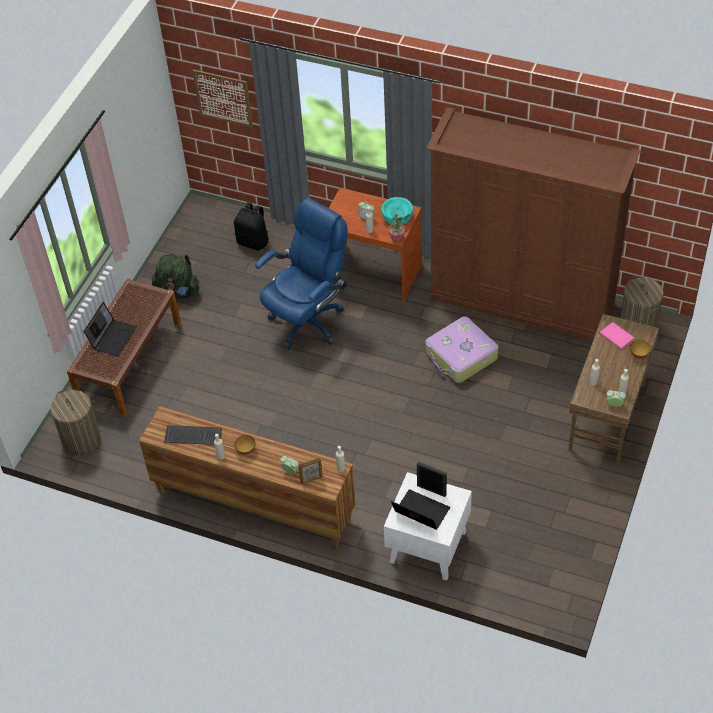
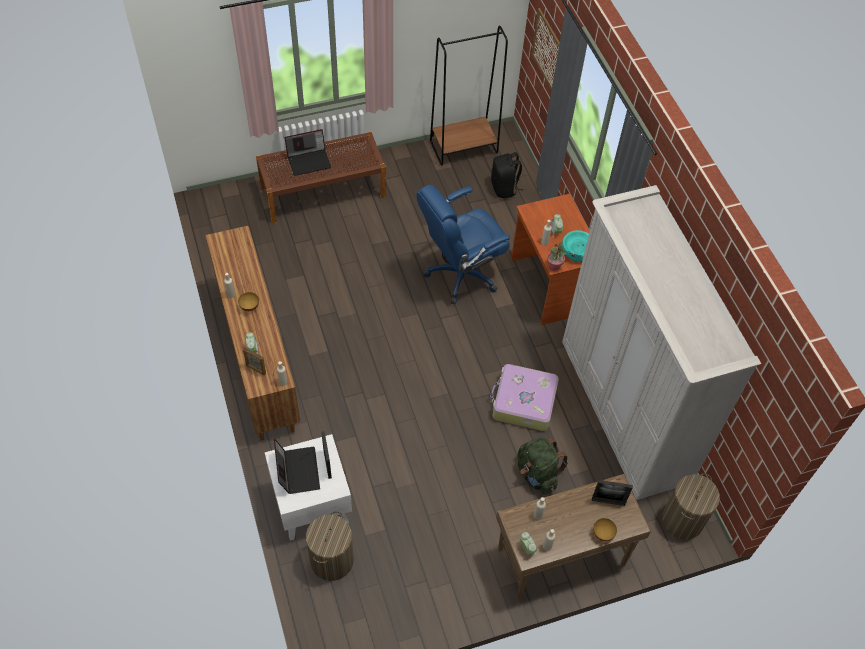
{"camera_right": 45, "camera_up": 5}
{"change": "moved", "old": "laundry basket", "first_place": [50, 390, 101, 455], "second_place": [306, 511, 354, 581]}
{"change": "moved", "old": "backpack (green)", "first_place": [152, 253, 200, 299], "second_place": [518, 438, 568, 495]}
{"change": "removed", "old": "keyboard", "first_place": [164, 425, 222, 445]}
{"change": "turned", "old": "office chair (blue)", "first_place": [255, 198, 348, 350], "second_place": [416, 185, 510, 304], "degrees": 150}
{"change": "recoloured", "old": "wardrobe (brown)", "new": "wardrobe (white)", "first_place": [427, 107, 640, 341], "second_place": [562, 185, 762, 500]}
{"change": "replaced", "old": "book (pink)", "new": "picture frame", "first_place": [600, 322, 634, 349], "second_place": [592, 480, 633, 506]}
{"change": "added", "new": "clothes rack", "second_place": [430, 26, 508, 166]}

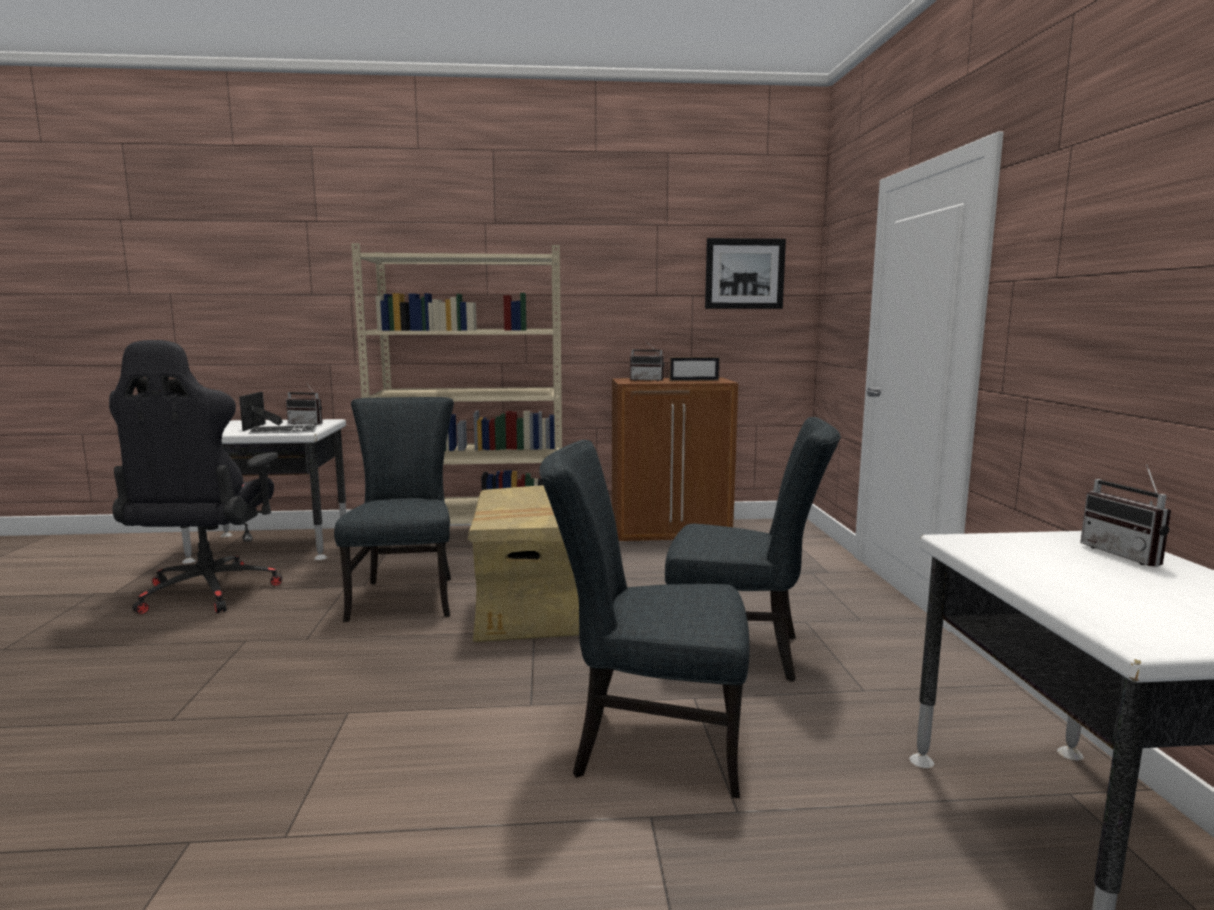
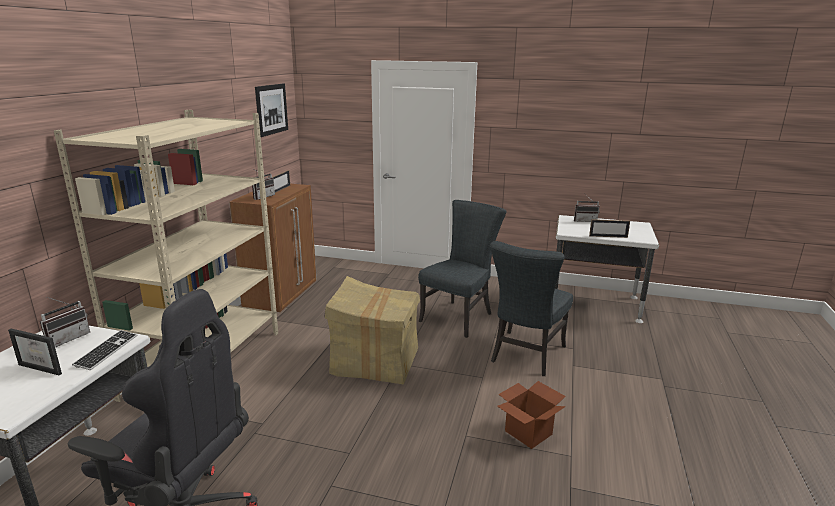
{"camera_right": -70, "camera_up": 10}
{"change": "removed", "old": "chair (grey)", "first_place": [334, 397, 454, 622]}
{"change": "added", "new": "cardboard box", "second_place": [497, 381, 566, 449]}
{"change": "added", "new": "picture frame", "second_place": [589, 219, 630, 238]}

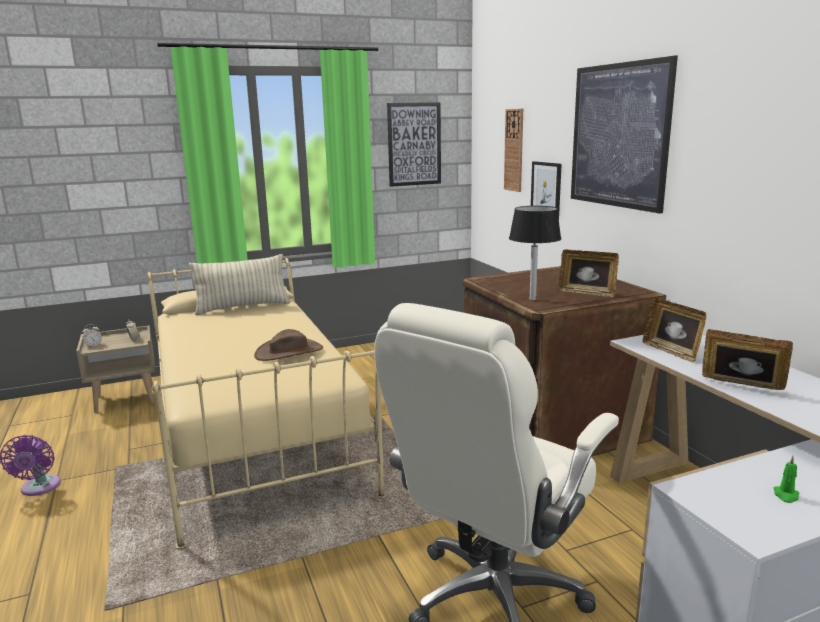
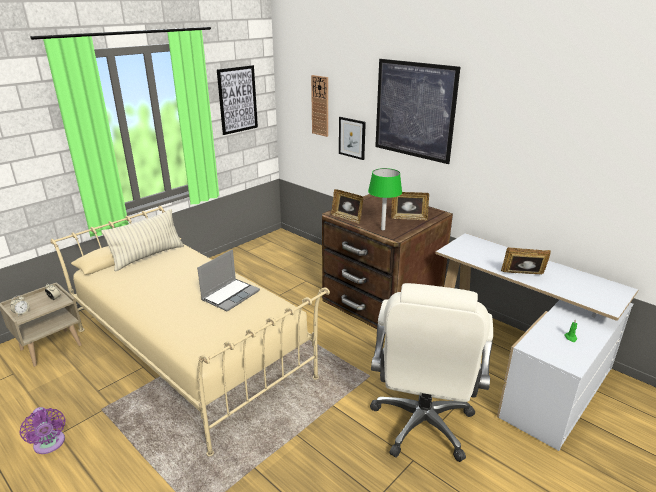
{"camera_right": -25, "camera_up": 10}
{"change": "replaced", "old": "hat (brown)", "new": "laptop", "first_place": [254, 329, 323, 361], "second_place": [197, 249, 260, 312]}
{"change": "recoloured", "old": "table lamp (black)", "new": "table lamp (green)", "first_place": [509, 206, 561, 300], "second_place": [368, 168, 402, 231]}
{"change": "moved", "old": "picture frame", "first_place": [642, 298, 706, 363], "second_place": [331, 189, 363, 224]}

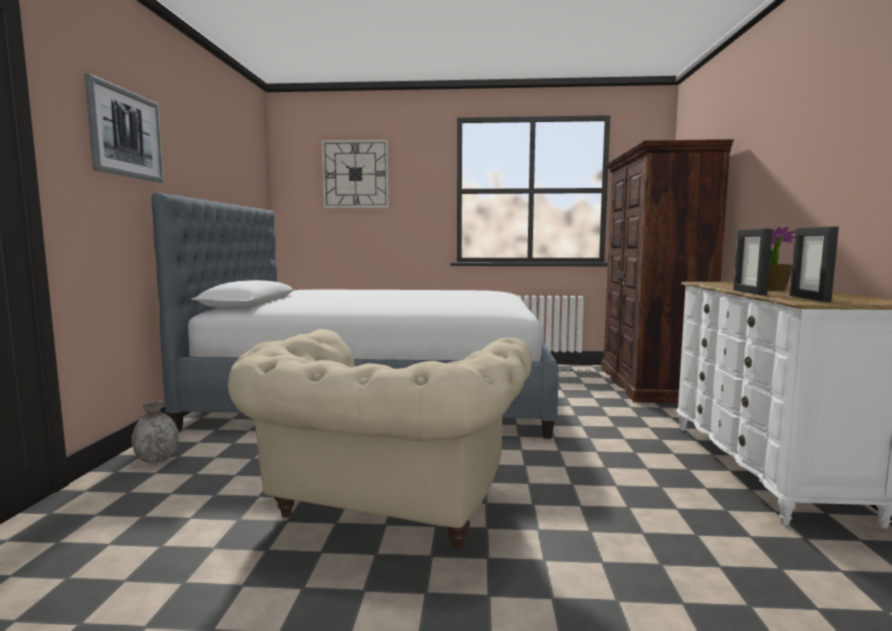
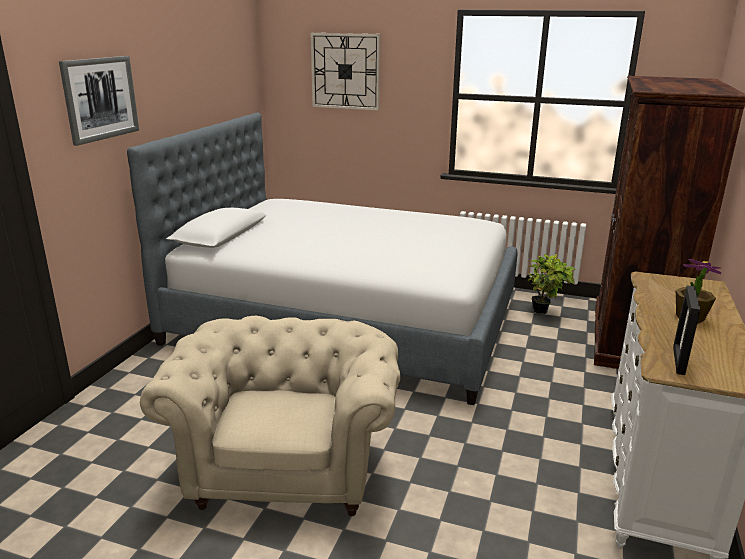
{"camera_right": 15, "camera_up": 15}
{"change": "removed", "old": "vase (grey)", "first_place": [132, 401, 179, 463]}
{"change": "turned", "old": "armchair (beige)", "first_place": [228, 329, 532, 549], "second_place": [140, 316, 401, 516], "degrees": 150}
{"change": "removed", "old": "picture frame", "first_place": [733, 229, 773, 295]}
{"change": "added", "new": "potted plant", "second_place": [528, 254, 576, 314]}

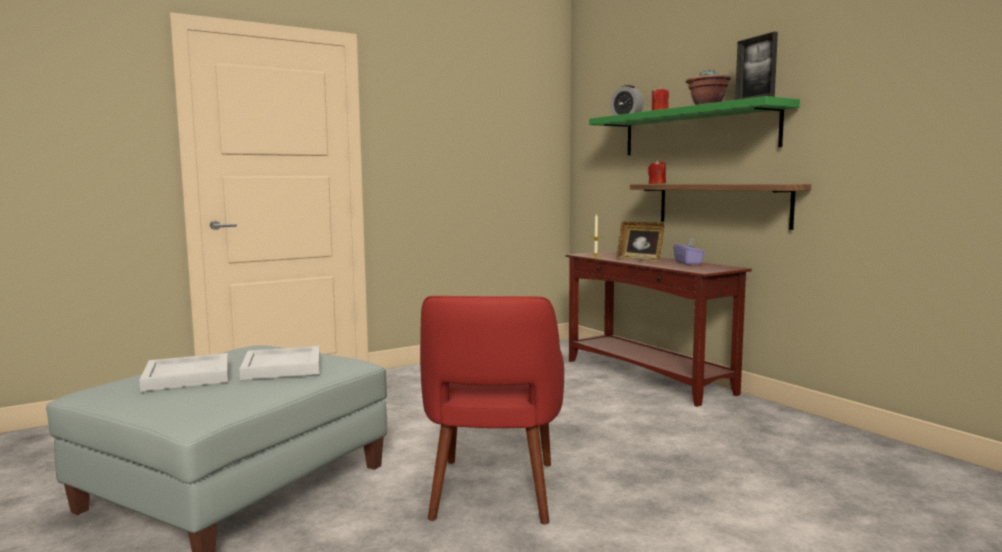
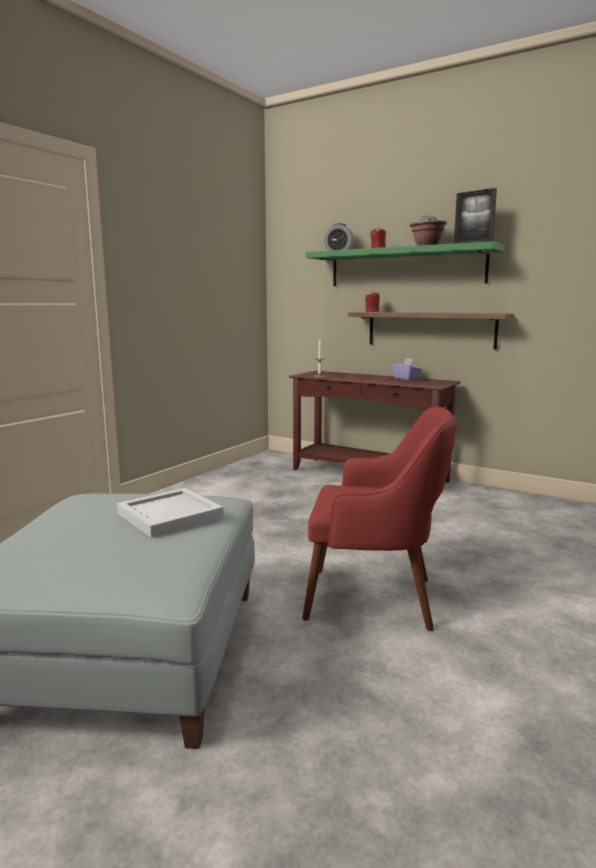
{"camera_right": -25, "camera_up": 5}
{"change": "removed", "old": "tray (white)", "first_place": [139, 353, 228, 391]}
{"change": "turned", "old": "armchair (red)", "first_place": [420, 296, 564, 524], "second_place": [302, 406, 456, 631], "degrees": -60}
{"change": "removed", "old": "picture frame", "first_place": [616, 221, 664, 262]}

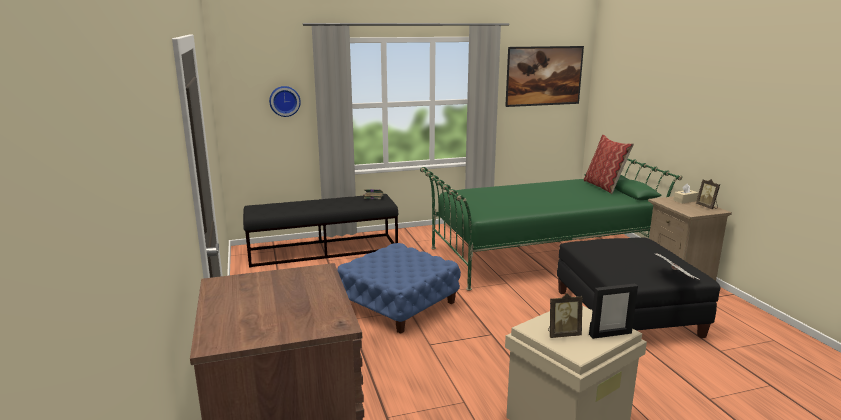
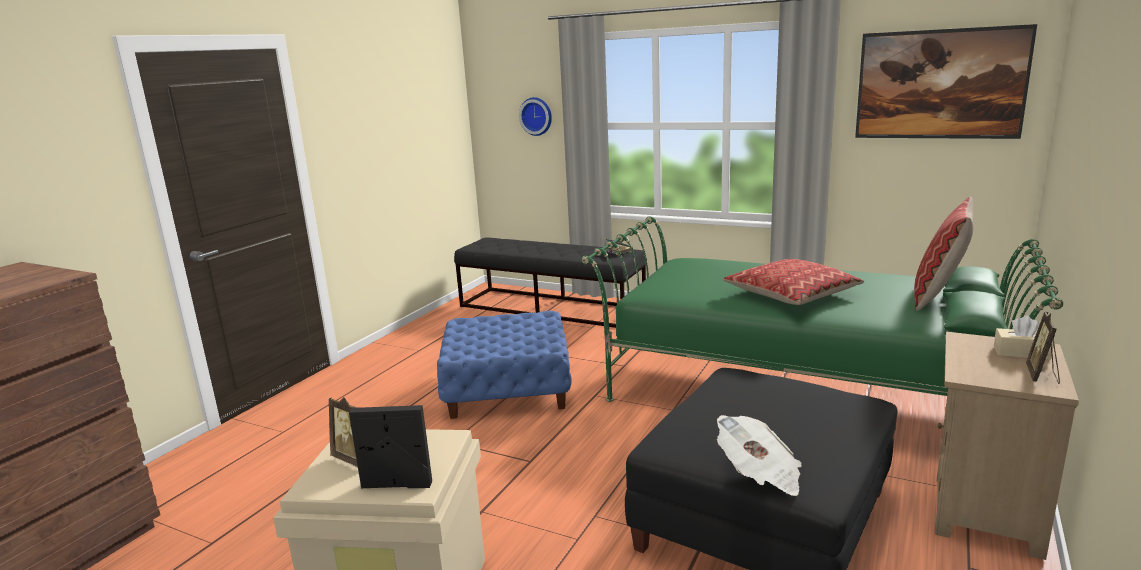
{"camera_right": 45, "camera_up": 0}
{"change": "turned", "old": "picture frame", "first_place": [589, 284, 638, 339], "second_place": [349, 405, 432, 488], "degrees": 150}
{"change": "added", "new": "pillow", "second_place": [722, 259, 864, 305]}

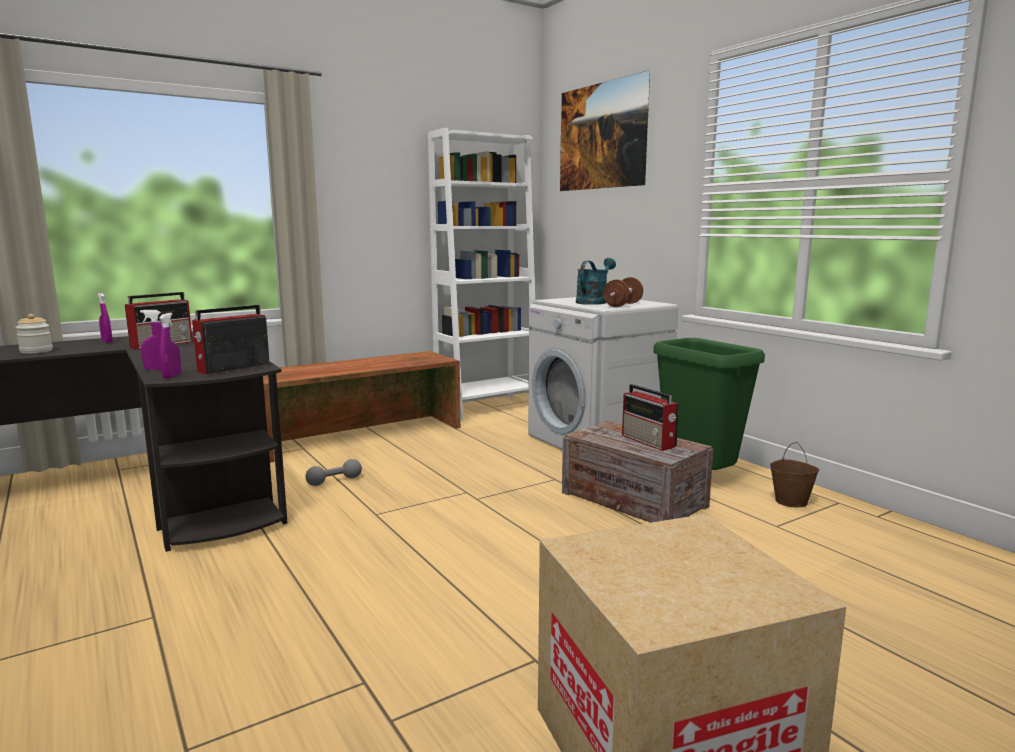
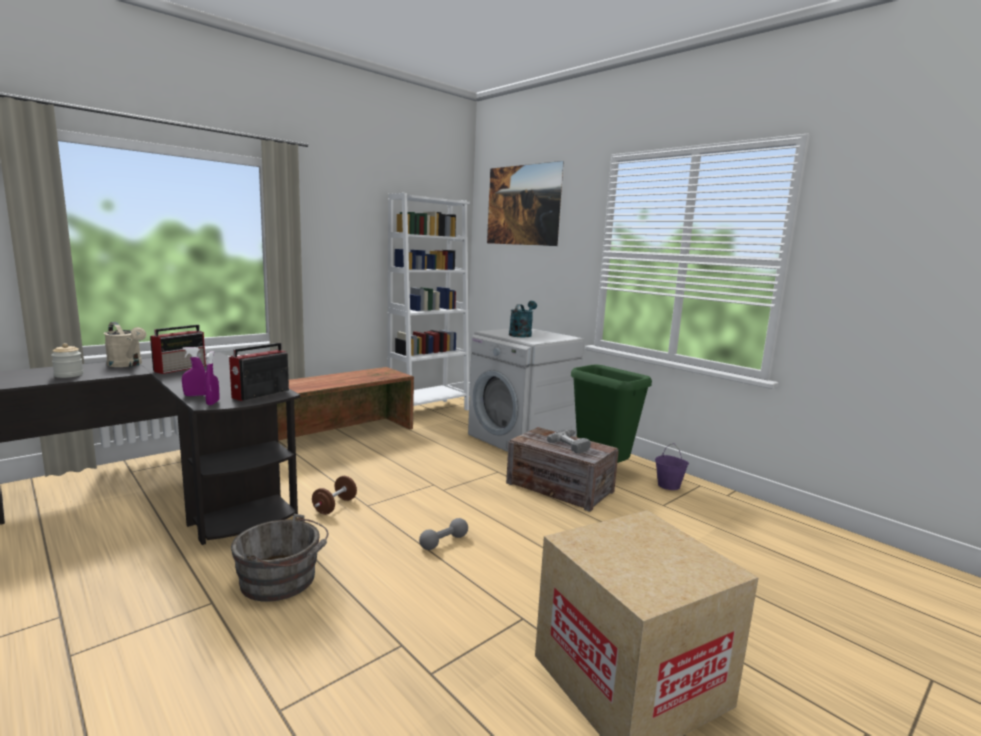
{"camera_right": -10, "camera_up": 0}
{"change": "replaced", "old": "spray bottle (purple)", "new": "watering can (beige)", "first_place": [98, 293, 113, 343], "second_place": [104, 322, 146, 367]}
{"change": "moved", "old": "dumbbell (grey)", "first_place": [305, 459, 362, 486], "second_place": [419, 518, 468, 550]}
{"change": "moved", "old": "dumbbell (brown)", "first_place": [603, 277, 643, 307], "second_place": [312, 476, 357, 515]}
{"change": "replaced", "old": "radio", "new": "power drill", "first_place": [622, 384, 679, 451], "second_place": [547, 430, 591, 454]}
{"change": "recoloured", "old": "bucket (brown)", "new": "bucket (purple)", "first_place": [770, 442, 819, 507], "second_place": [655, 443, 689, 490]}
{"change": "added", "new": "bucket (grey)", "second_place": [231, 514, 328, 602]}

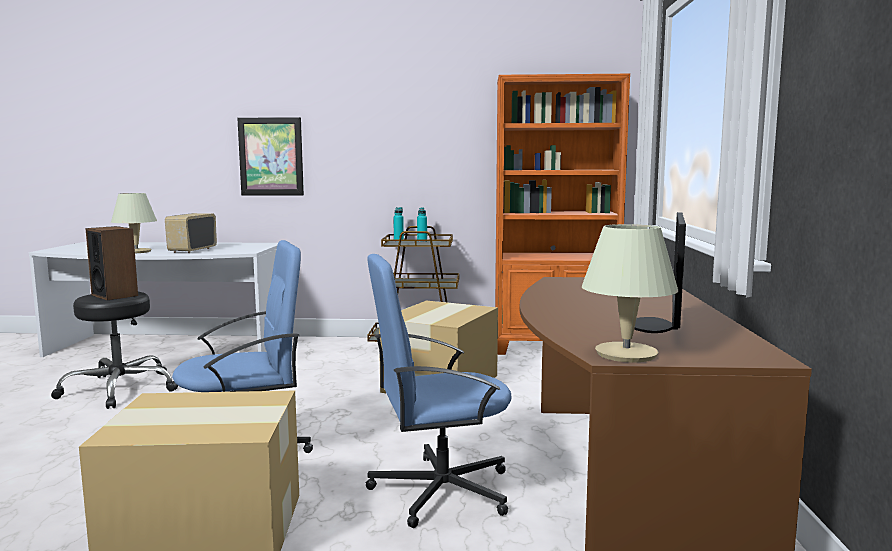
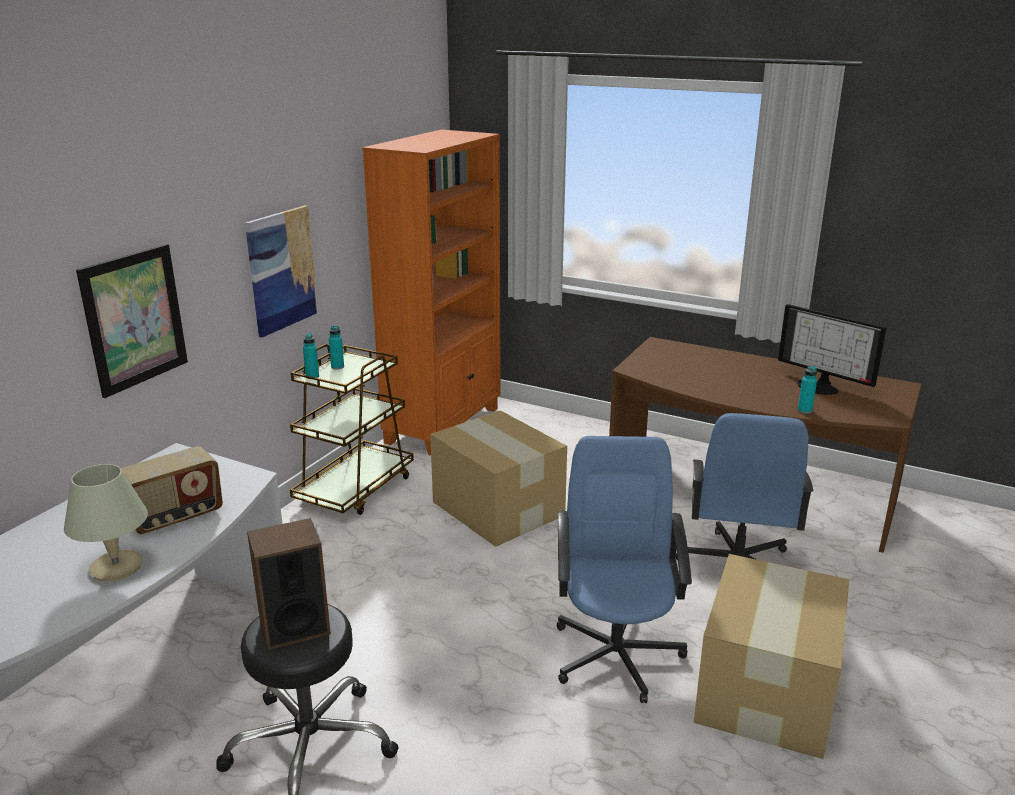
{"camera_right": -65, "camera_up": 15}
{"change": "turned", "old": "radio", "first_place": [165, 213, 217, 253], "second_place": [121, 446, 223, 534], "degrees": -75}
{"change": "removed", "old": "table lamp (beige)", "first_place": [582, 224, 678, 362]}
{"change": "added", "new": "picture", "second_place": [245, 205, 318, 338]}
{"change": "added", "new": "bottle (turquoise)", "second_place": [798, 365, 817, 414]}

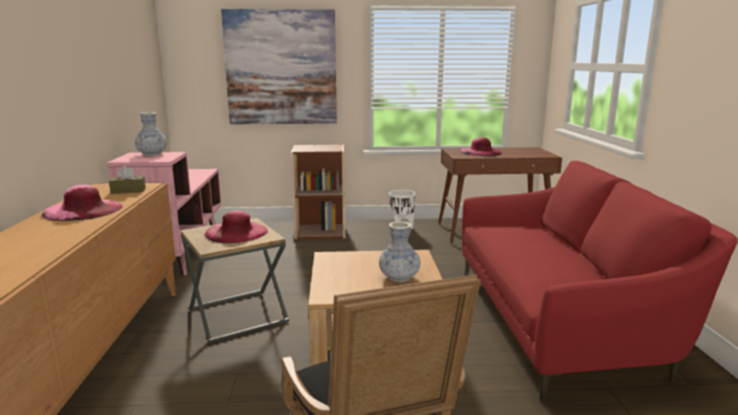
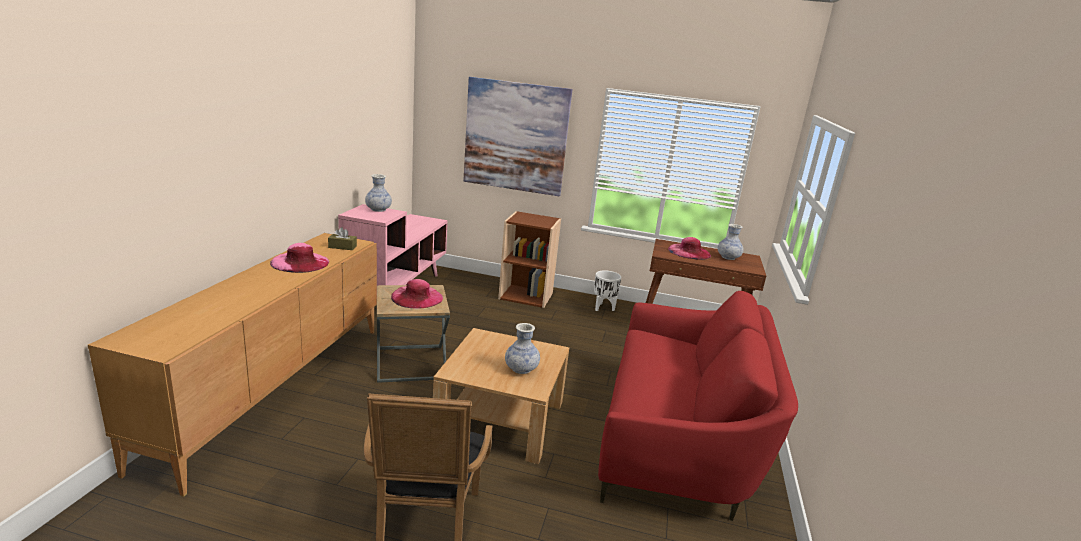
{"camera_right": 15, "camera_up": 5}
{"change": "added", "new": "vase", "second_place": [718, 224, 743, 260]}

